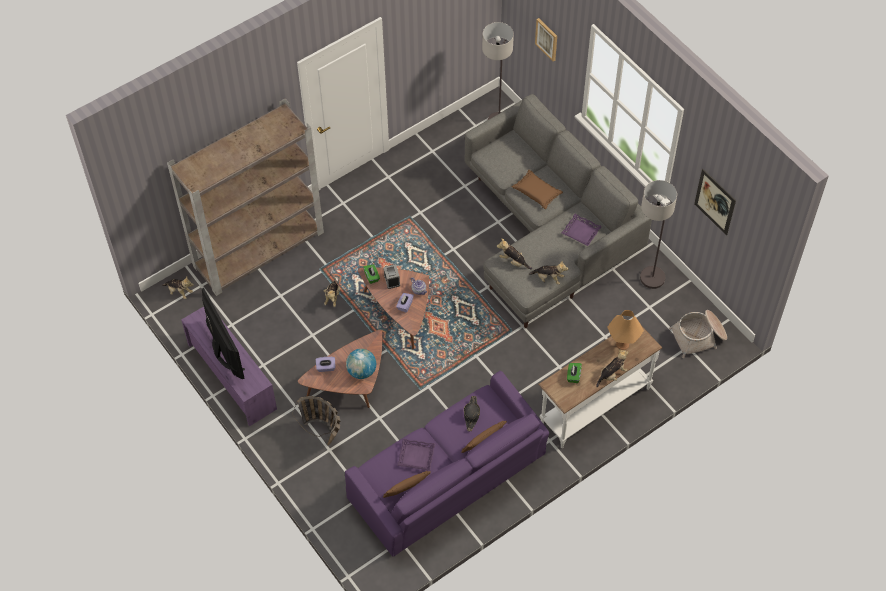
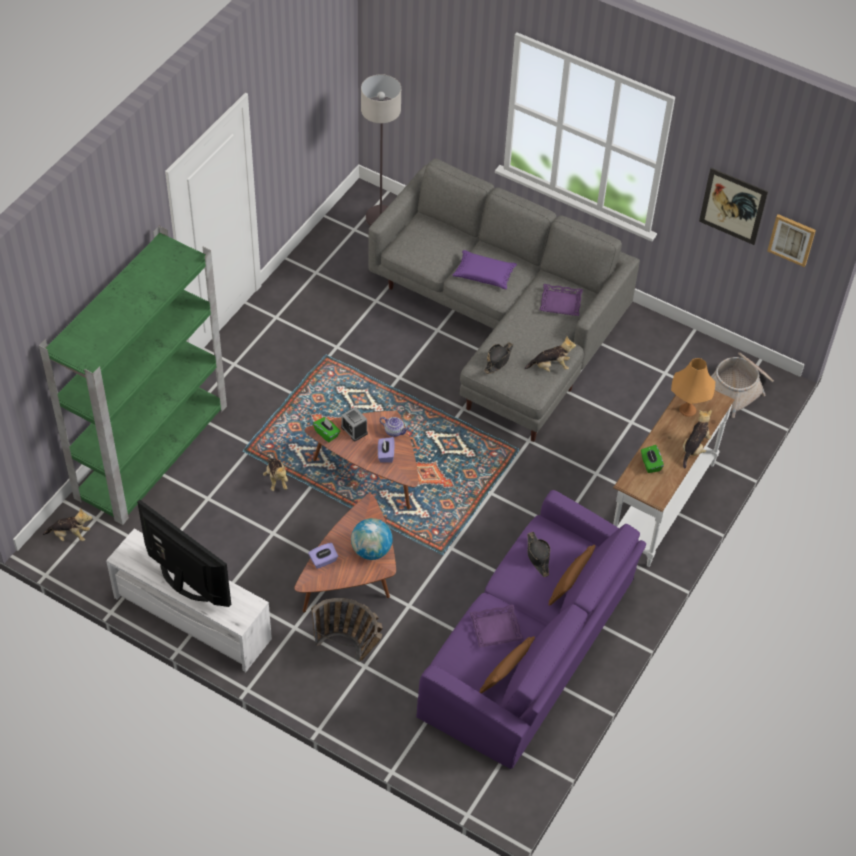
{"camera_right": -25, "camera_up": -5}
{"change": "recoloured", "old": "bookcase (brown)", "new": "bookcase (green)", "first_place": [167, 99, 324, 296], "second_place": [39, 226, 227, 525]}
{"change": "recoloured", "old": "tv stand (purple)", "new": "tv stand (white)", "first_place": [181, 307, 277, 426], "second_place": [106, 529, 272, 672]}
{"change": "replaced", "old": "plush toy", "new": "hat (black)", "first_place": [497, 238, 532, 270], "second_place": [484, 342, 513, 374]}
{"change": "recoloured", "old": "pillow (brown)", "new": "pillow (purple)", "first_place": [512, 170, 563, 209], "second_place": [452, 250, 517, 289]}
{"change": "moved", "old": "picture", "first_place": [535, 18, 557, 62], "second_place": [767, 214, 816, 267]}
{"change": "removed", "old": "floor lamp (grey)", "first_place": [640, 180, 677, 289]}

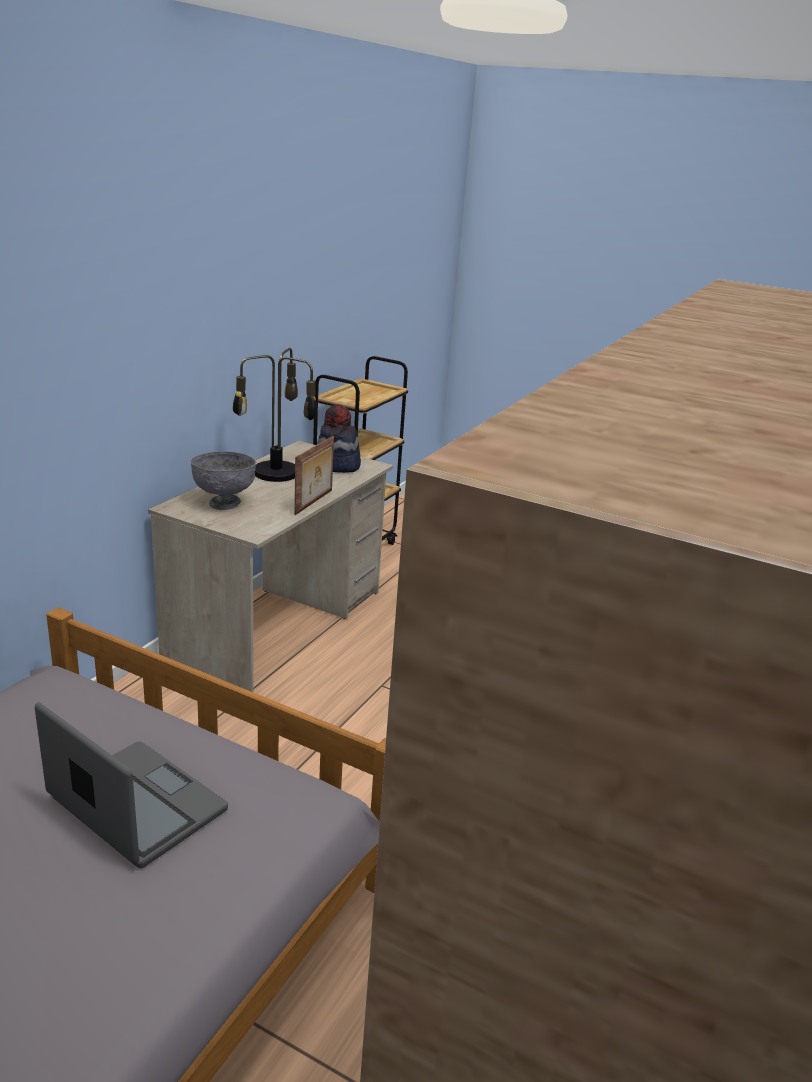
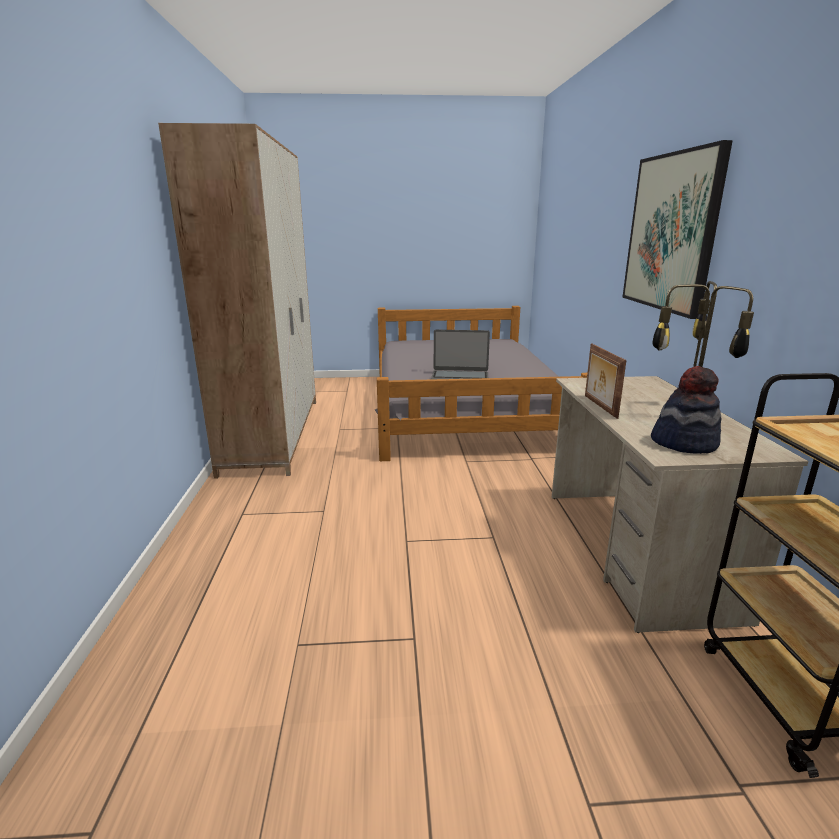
{"camera_right": 150, "camera_up": -5}
{"change": "removed", "old": "bowl (grey)", "first_place": [191, 451, 256, 510]}
{"change": "added", "new": "picture", "second_place": [622, 140, 733, 319]}

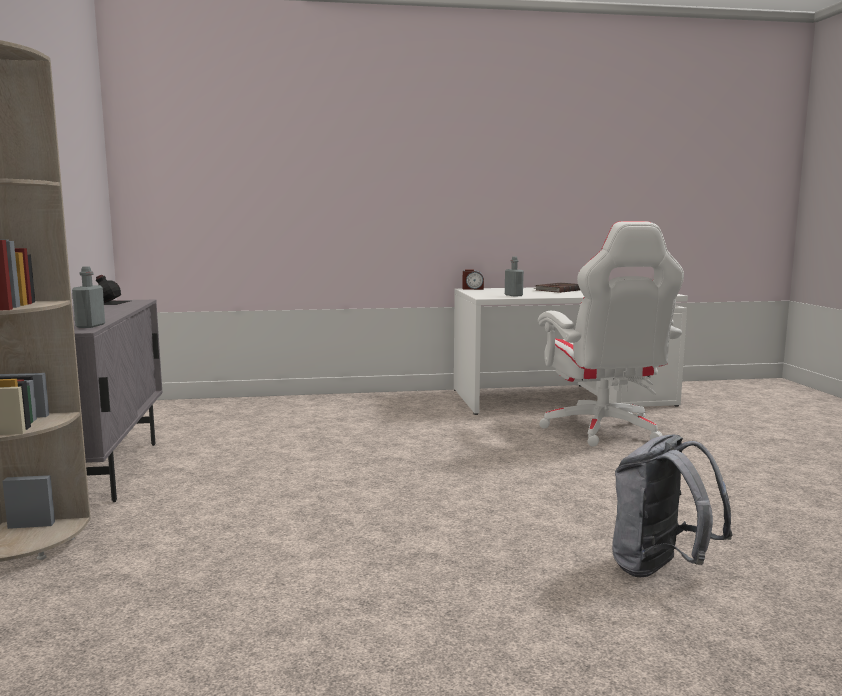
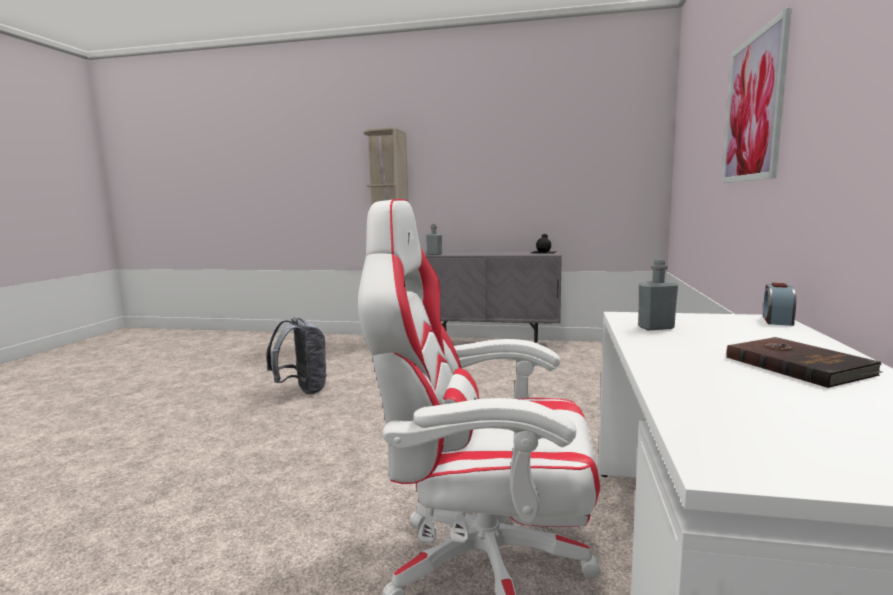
{"camera_right": 110, "camera_up": 0}
{"change": "moved", "old": "backpack (grey)", "first_place": [612, 434, 733, 578], "second_place": [266, 317, 326, 395]}
{"change": "added", "new": "picture", "second_place": [722, 8, 792, 183]}

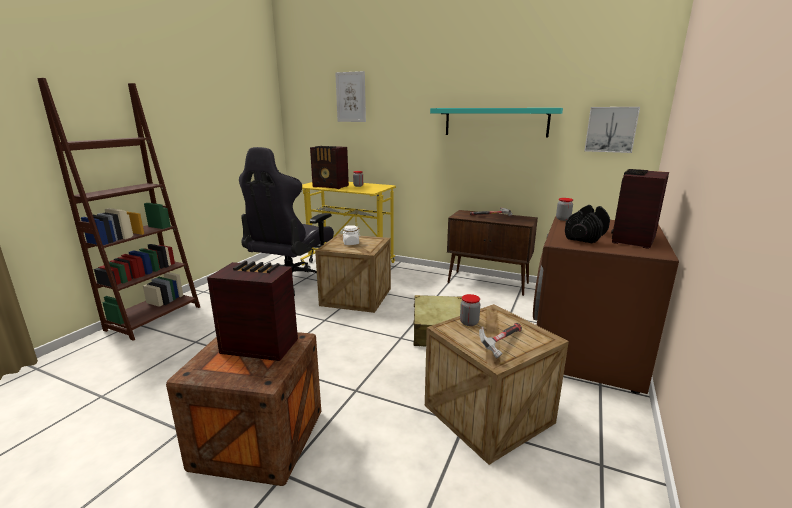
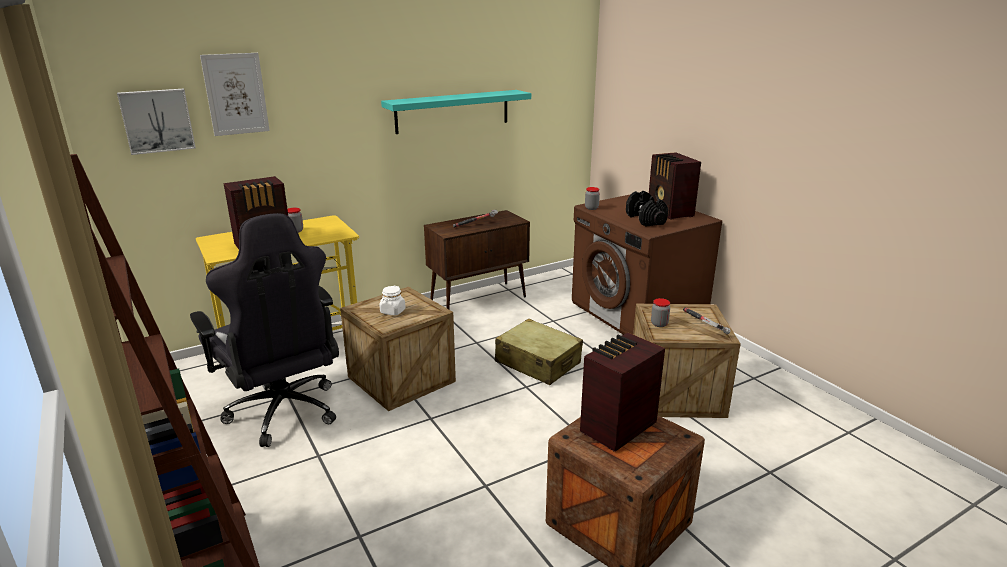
{"camera_right": -55, "camera_up": 5}
{"change": "moved", "old": "picture", "first_place": [585, 107, 640, 153], "second_place": [117, 89, 196, 155]}

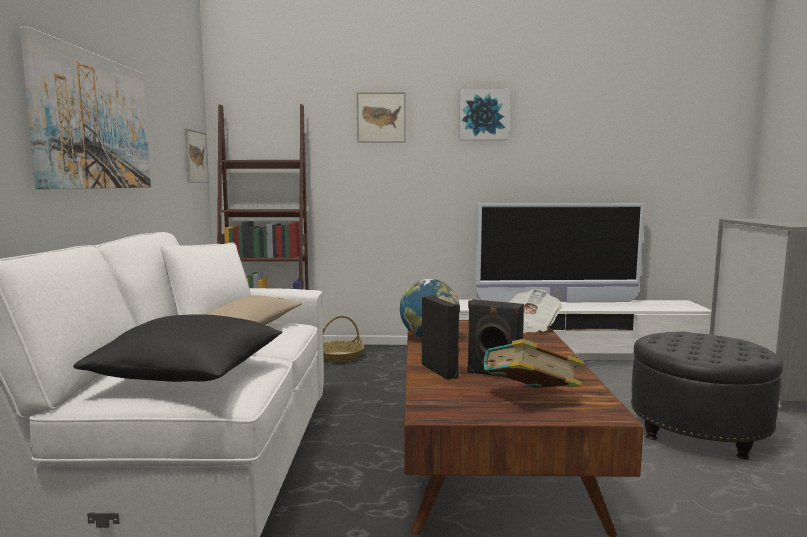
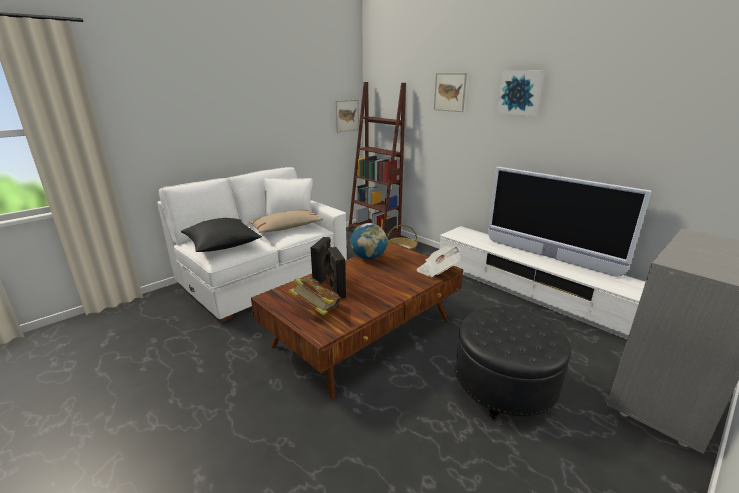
{"camera_right": 45, "camera_up": 15}
{"change": "removed", "old": "picture", "first_place": [20, 27, 151, 189]}

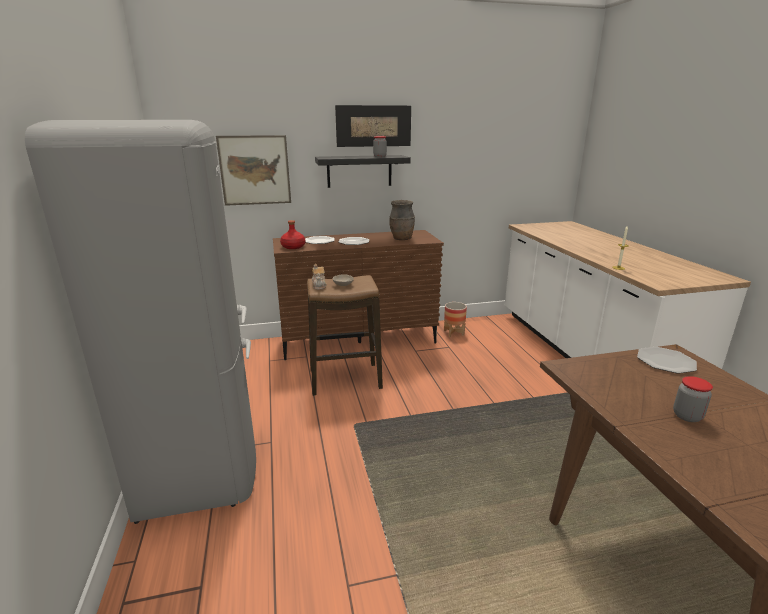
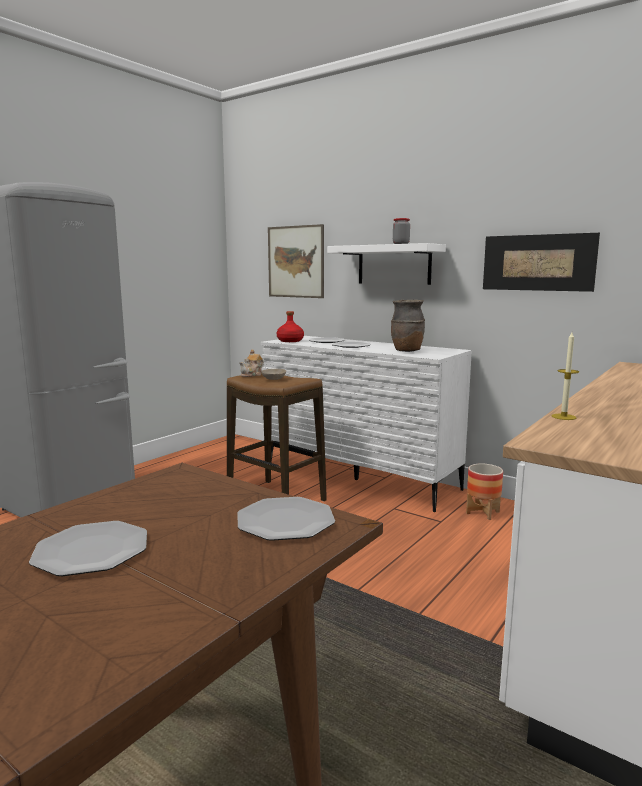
{"camera_right": 50, "camera_up": -10}
{"change": "recoloured", "old": "dresser (brown)", "new": "dresser (white)", "first_place": [273, 230, 444, 360], "second_place": [261, 336, 472, 512]}
{"change": "recoloured", "old": "shelf (black)", "new": "shelf (white)", "first_place": [315, 155, 411, 188], "second_place": [327, 243, 446, 285]}
{"change": "moved", "old": "picture", "first_place": [335, 105, 411, 147], "second_place": [483, 233, 600, 292]}
{"change": "replaced", "old": "jar", "new": "plate", "first_place": [673, 376, 713, 422], "second_place": [29, 521, 147, 576]}

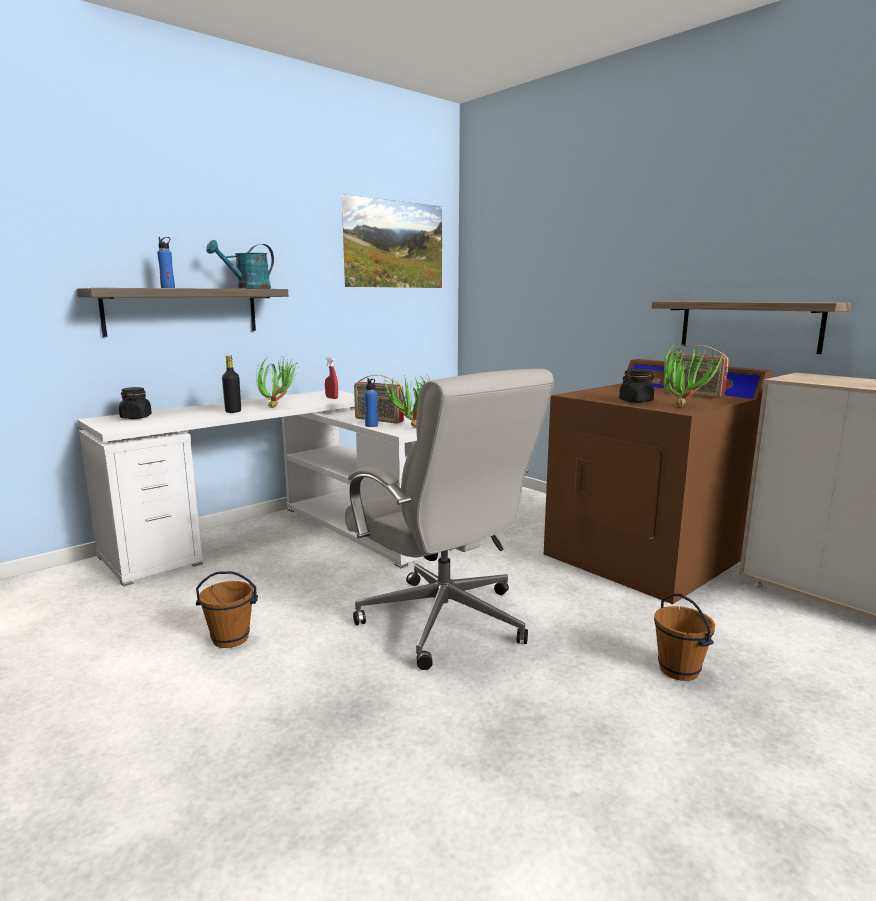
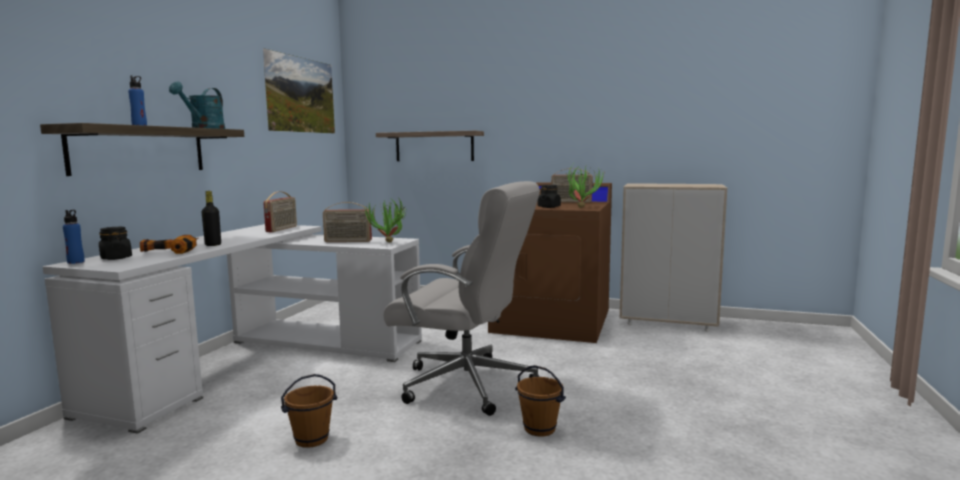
{"camera_right": -30, "camera_up": -5}
{"change": "removed", "old": "potted plant", "first_place": [256, 356, 298, 408]}
{"change": "replaced", "old": "spray bottle (red)", "new": "radio", "first_place": [325, 357, 338, 399], "second_place": [263, 191, 297, 232]}
{"change": "moved", "old": "bottle (blue)", "first_place": [364, 378, 378, 427], "second_place": [63, 210, 85, 264]}
{"change": "moved", "old": "shelf", "first_place": [652, 301, 851, 354], "second_place": [376, 131, 484, 161]}
{"change": "moved", "old": "bucket (brown)", "first_place": [654, 593, 715, 681], "second_place": [515, 365, 566, 437]}
{"change": "added", "new": "power drill", "second_place": [140, 235, 199, 254]}

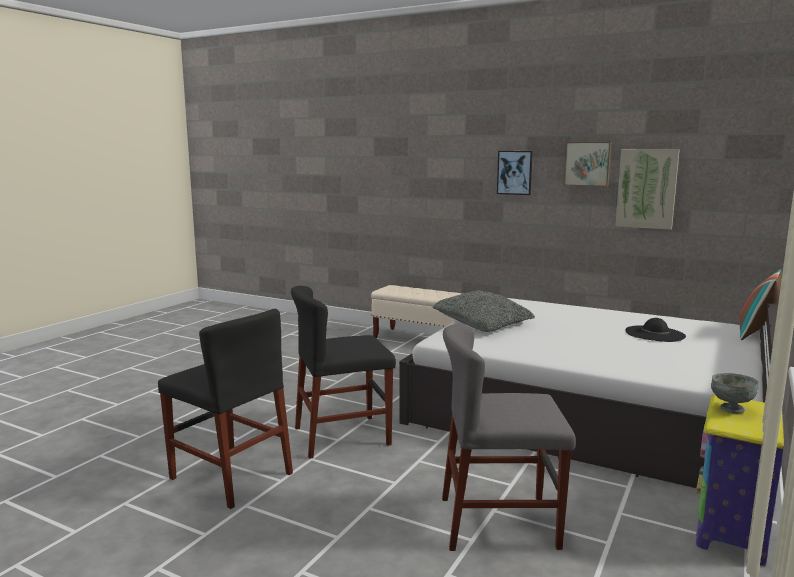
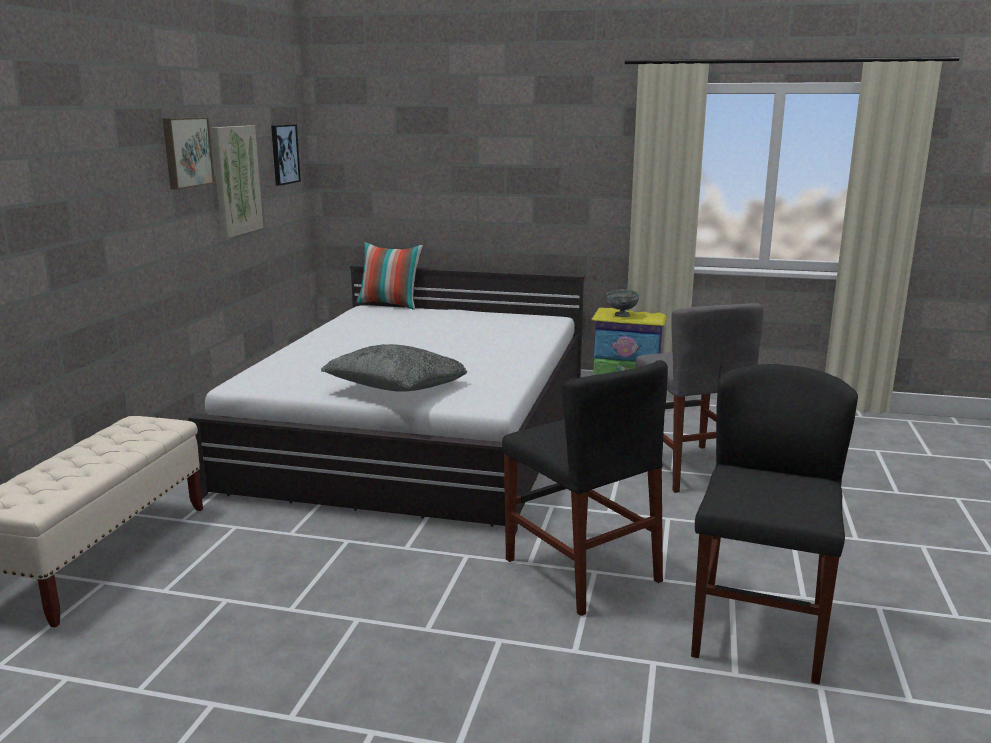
{"camera_right": -105, "camera_up": 5}
{"change": "moved", "old": "picture", "first_place": [497, 151, 533, 195], "second_place": [271, 124, 301, 186]}
{"change": "removed", "old": "hat (black)", "first_place": [626, 318, 686, 342]}

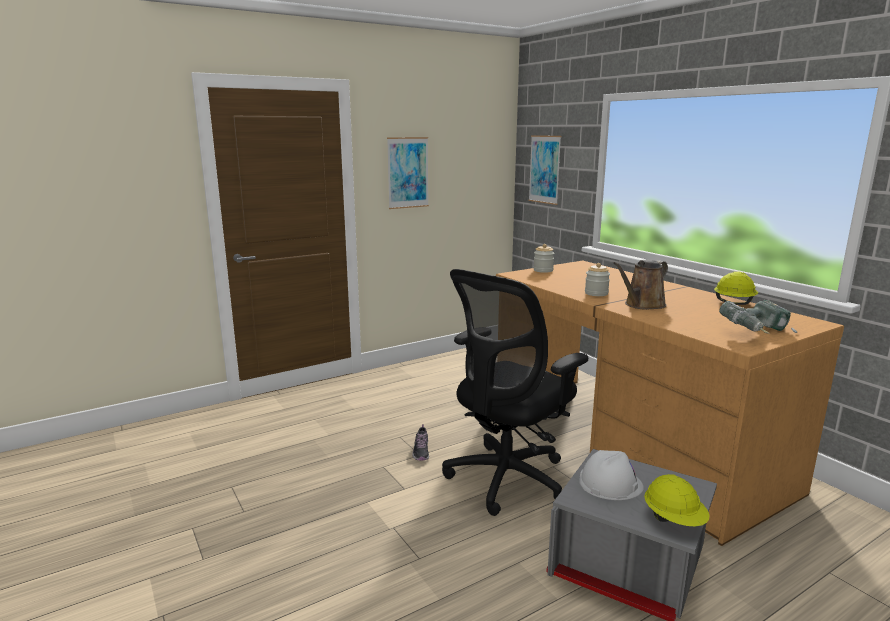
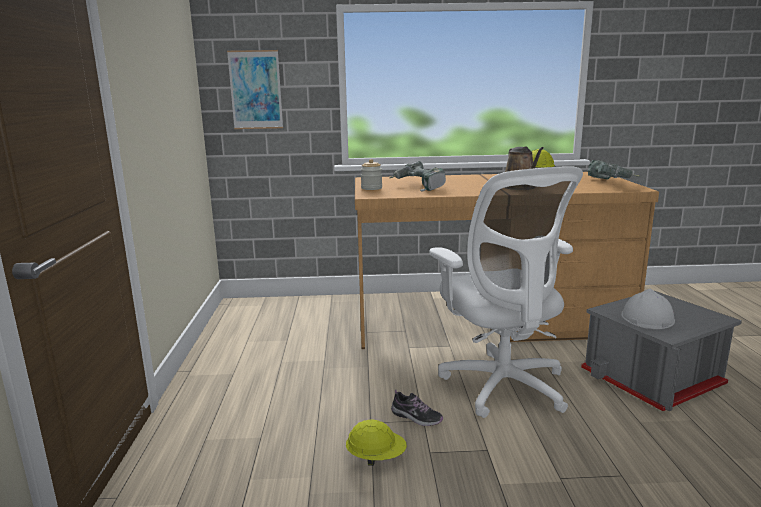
{"camera_right": -60, "camera_up": 0}
{"change": "removed", "old": "picture", "first_place": [387, 137, 429, 209]}
{"change": "recoloured", "old": "office chair (black)", "new": "office chair (white)", "first_place": [442, 269, 588, 516], "second_place": [430, 166, 583, 418]}
{"change": "removed", "old": "jar", "first_place": [585, 263, 610, 296]}
{"change": "moved", "old": "hard hat (yellow)", "first_place": [644, 474, 709, 526], "second_place": [346, 420, 407, 466]}
{"change": "added", "new": "power drill", "second_place": [389, 161, 446, 191]}

